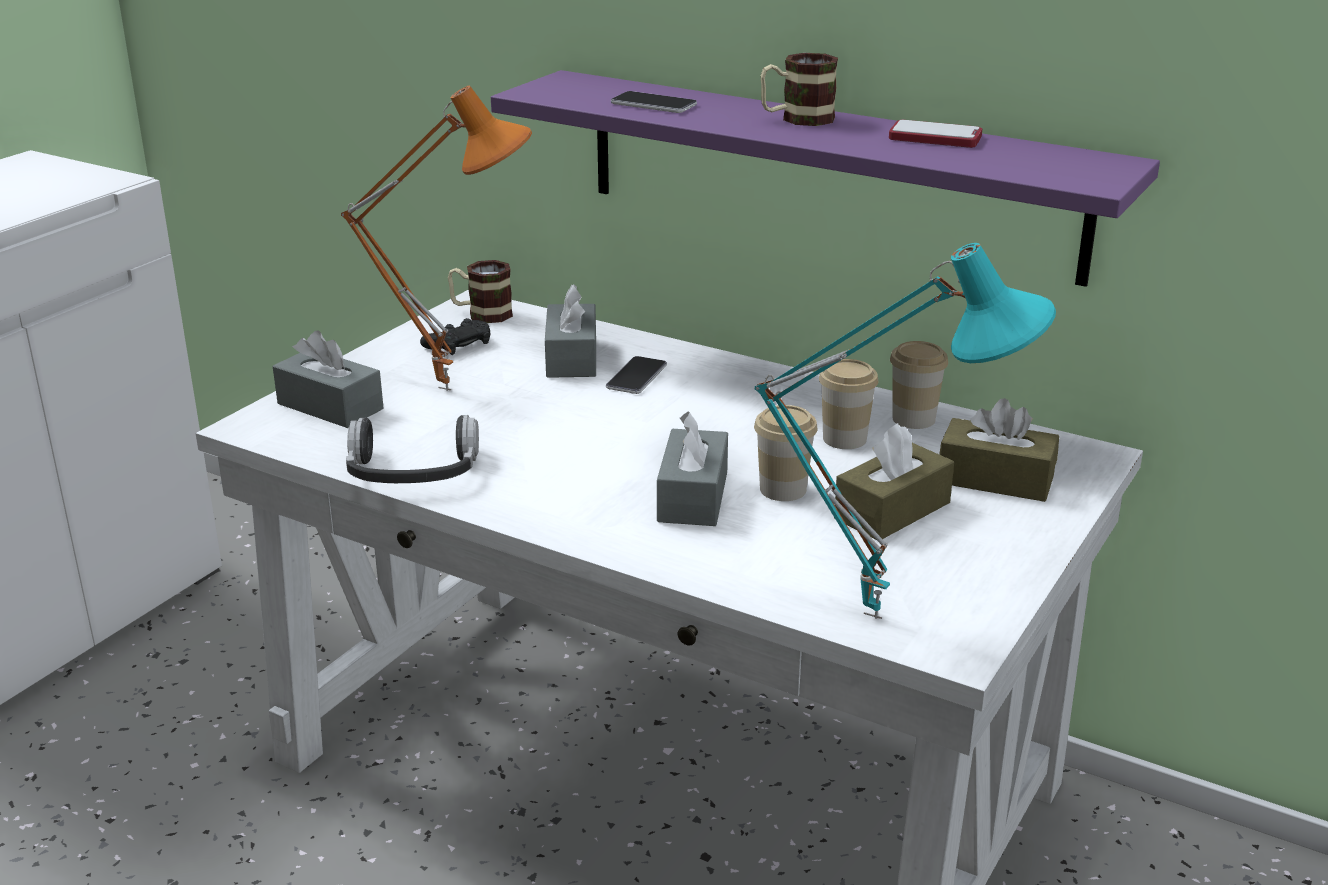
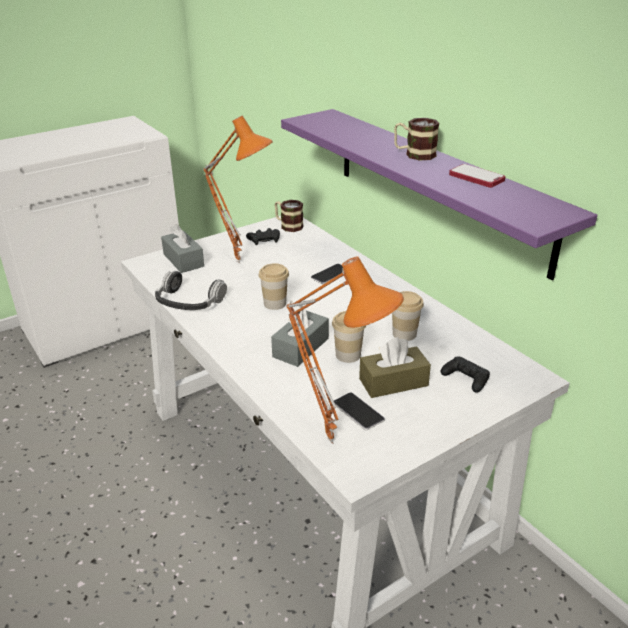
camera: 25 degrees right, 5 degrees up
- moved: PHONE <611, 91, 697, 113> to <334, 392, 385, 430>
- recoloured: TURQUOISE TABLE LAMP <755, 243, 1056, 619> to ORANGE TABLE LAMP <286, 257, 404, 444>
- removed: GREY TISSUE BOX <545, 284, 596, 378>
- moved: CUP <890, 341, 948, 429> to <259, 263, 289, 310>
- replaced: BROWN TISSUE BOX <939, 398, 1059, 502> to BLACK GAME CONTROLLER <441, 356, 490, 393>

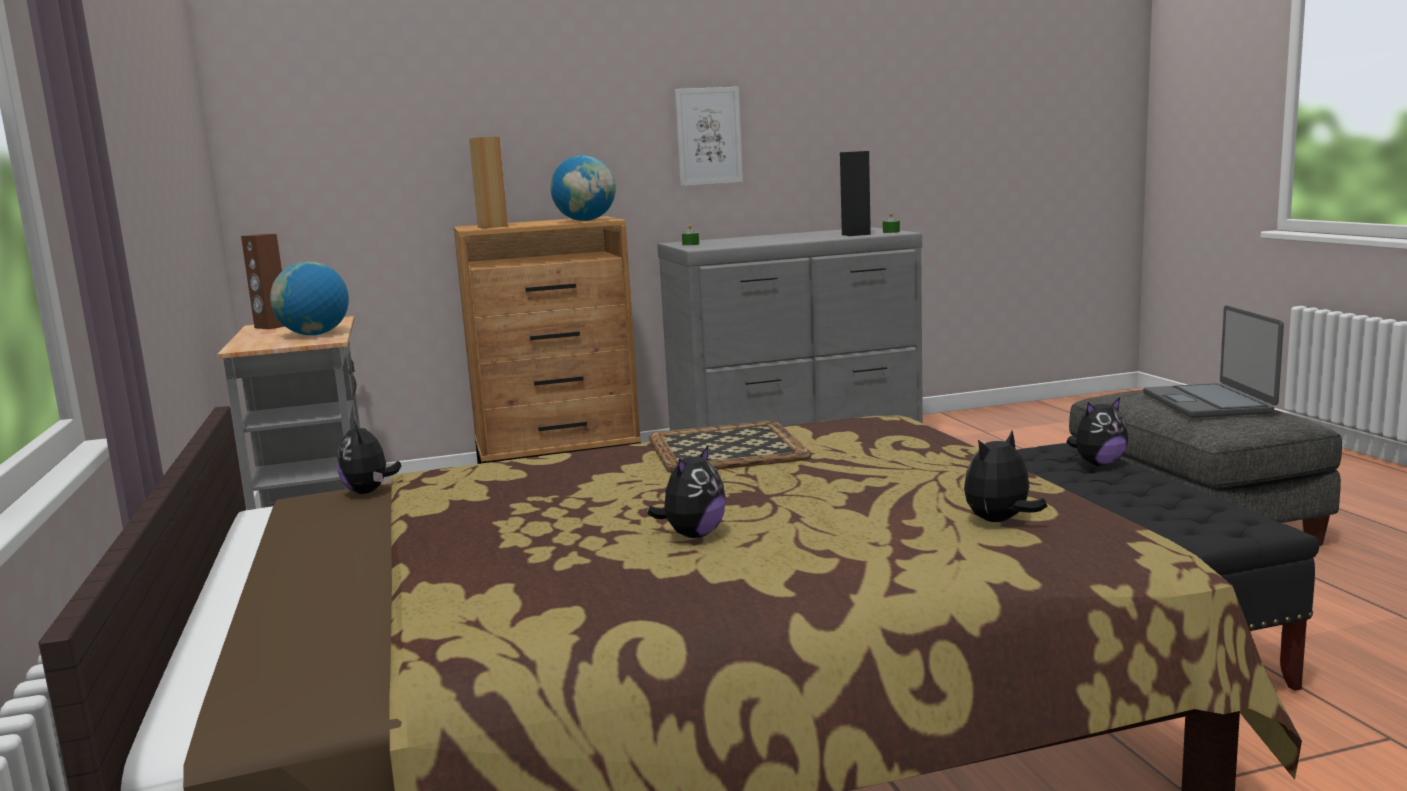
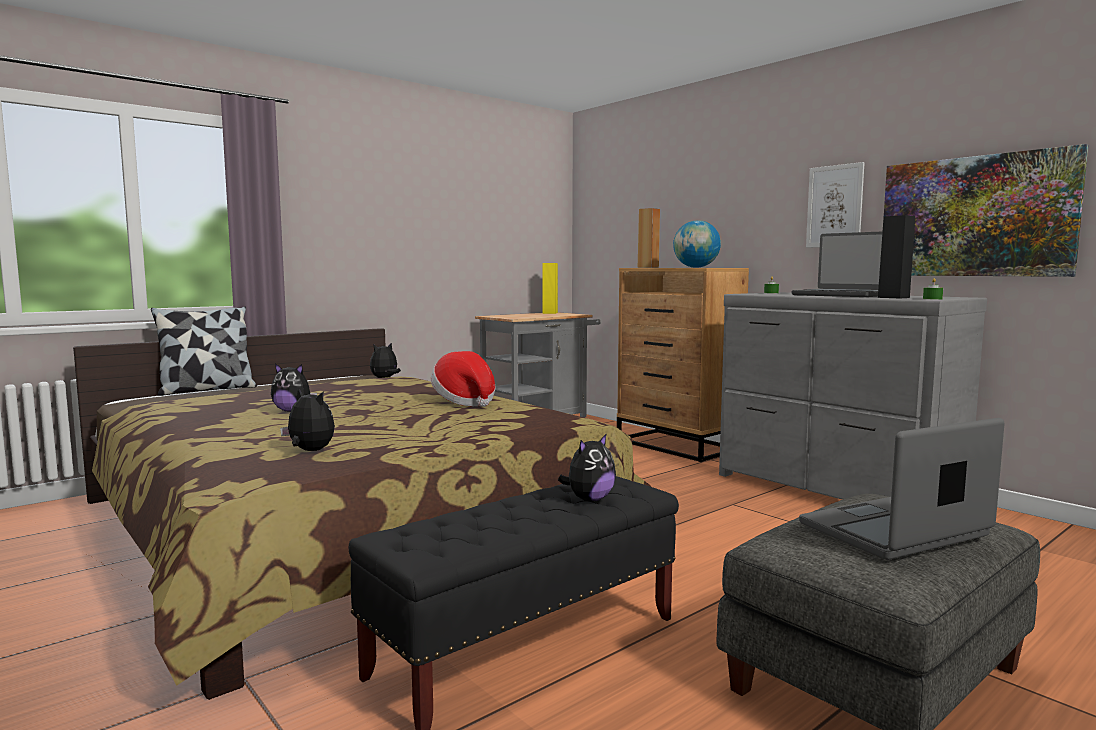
camera: 65 degrees right, 5 degrees down
- recoloured: BROWN SPEAKER <241, 234, 285, 329> to YELLOW SPEAKER <542, 263, 558, 314>
- removed: GLOBE <270, 261, 349, 335>
- turned: PLUSH TOY <1066, 397, 1128, 466> = <558, 433, 616, 502> 90 degrees counterclockwise
- replaced: TRAY <649, 421, 811, 473> to HAT <431, 351, 496, 407>
- added: PICTURE <884, 144, 1089, 277>
- added: LAPTOP <792, 231, 883, 297>
- added: PILLOW <151, 306, 257, 396>

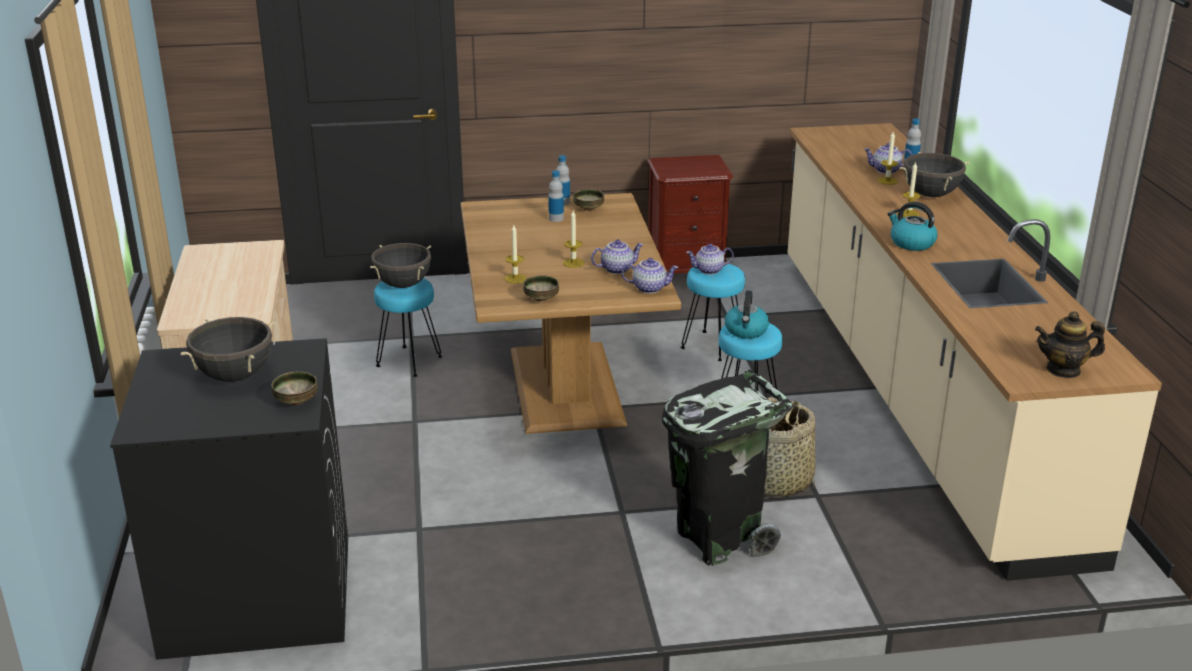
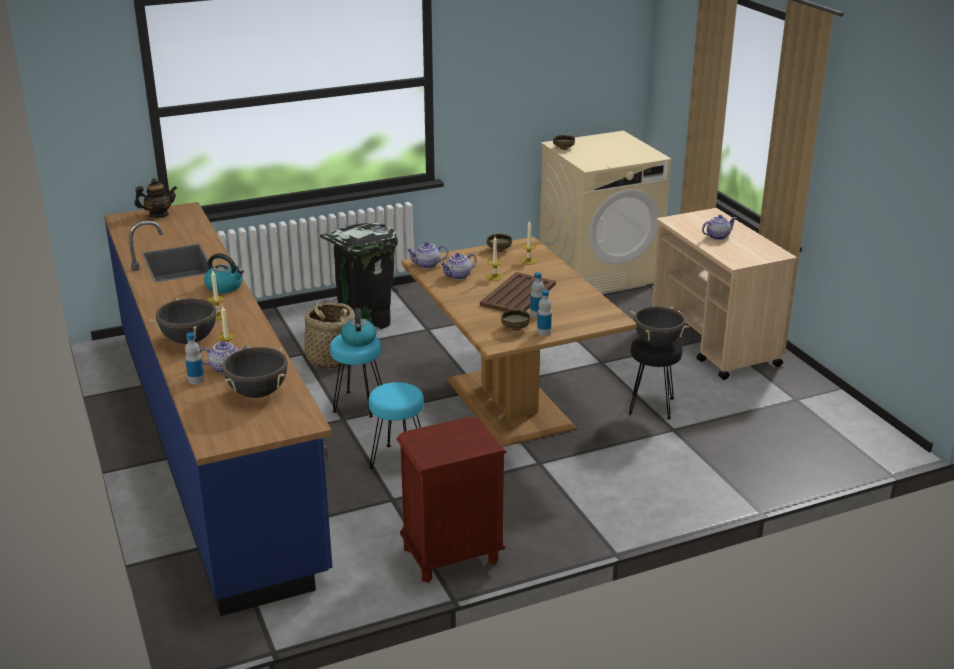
camera: 165 degrees right, 0 degrees up
- recoloured: BEIGE COUNTER <787, 123, 1162, 581> to BLUE COUNTER <104, 202, 332, 616>
- moved: TEAPOT <686, 244, 734, 275> to <702, 215, 736, 240>
- recoloured: TURQUOISE STOOL <374, 278, 442, 377> to BLACK STOOL <628, 336, 682, 419>
- moved: BLACK COOKING POT <180, 317, 276, 382> to <222, 347, 288, 398>
- recoloured: BLACK WASHING MACHINE <110, 338, 348, 660> to BEIGE WASHING MACHINE <539, 131, 671, 293>
- added: BROWN TRAY <480, 272, 556, 312>

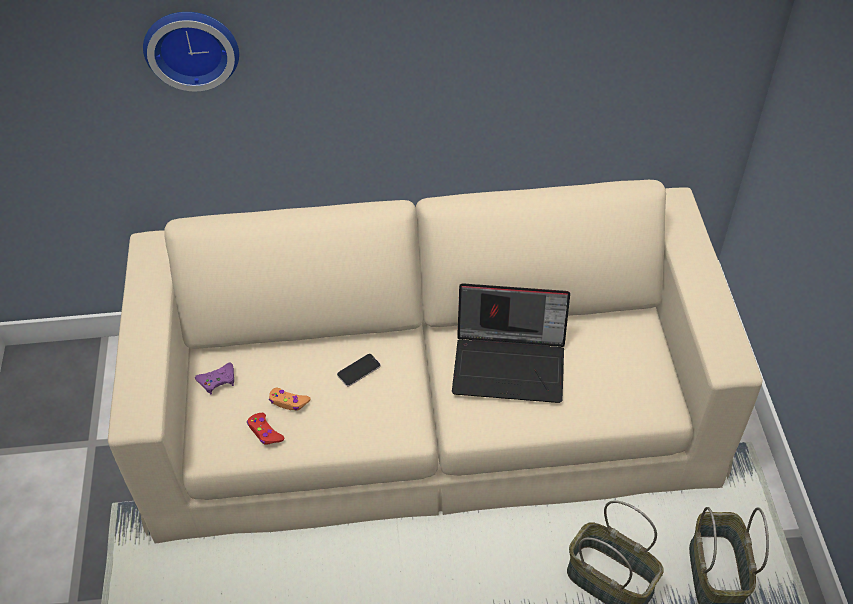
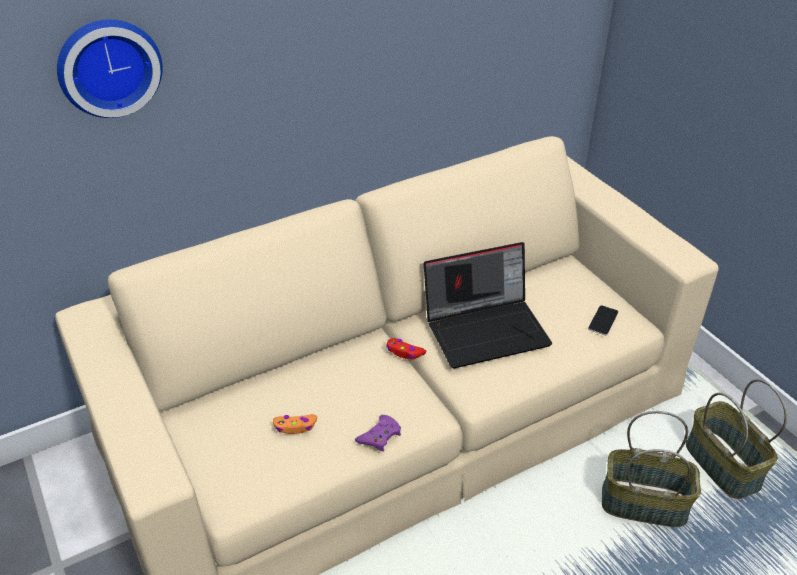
camera: 25 degrees left, 10 degrees down
- moved: PHONE <337, 354, 381, 387> to <588, 305, 618, 335>
- moved: PURPLE GAME CONTROLLER <195, 362, 234, 395> to <355, 415, 401, 452>
- moved: RED GAME CONTROLLER <247, 413, 284, 445> to <386, 338, 426, 360>

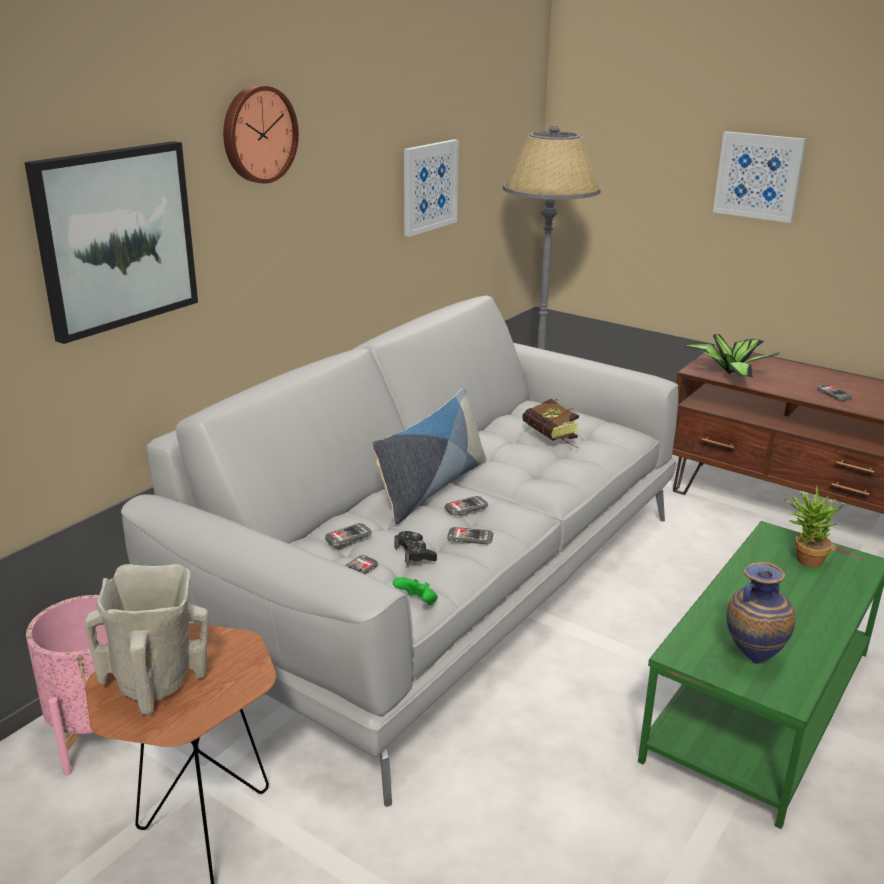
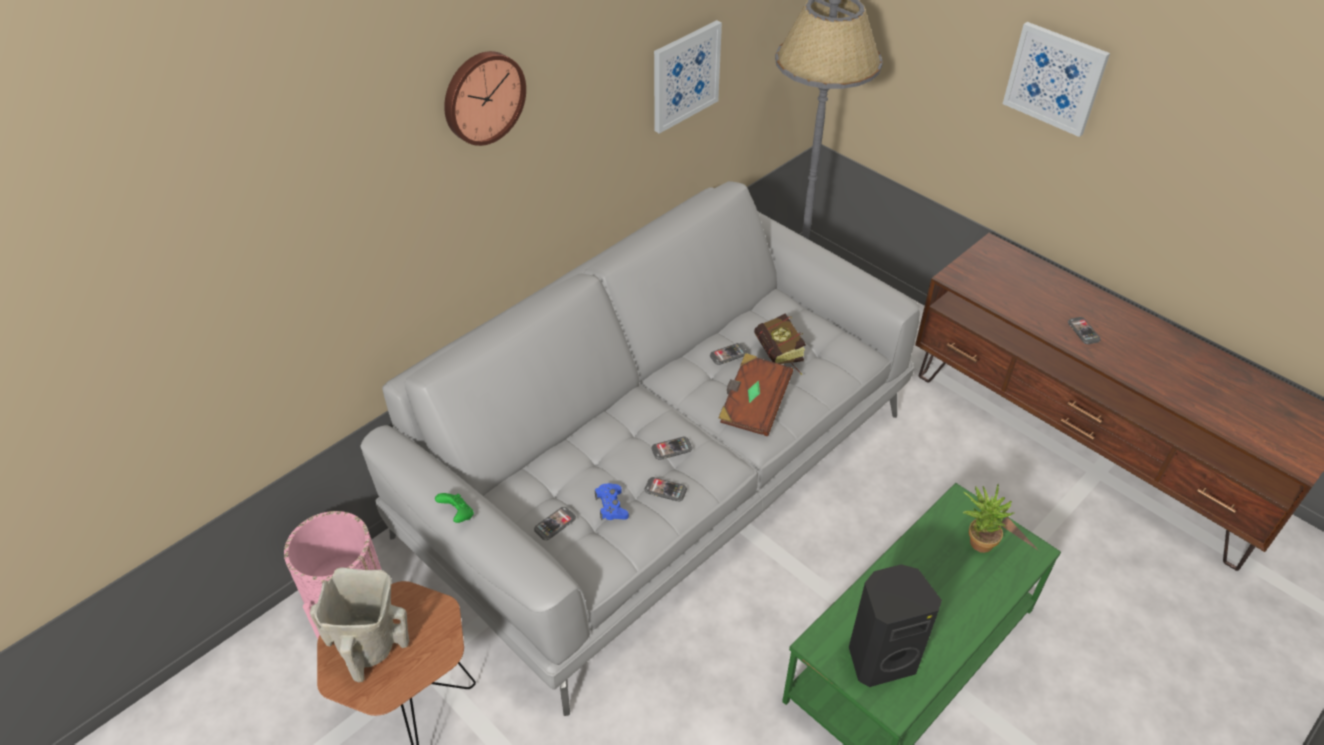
camera: 10 degrees right, 20 degrees up
- removed: PICTURE <25, 141, 198, 344>
- removed: POTTED PLANT <684, 334, 780, 377>
- removed: PILLOW <372, 388, 487, 524>
- moved: PHONE <325, 523, 372, 547> to <710, 343, 747, 365>
- recoloured: BLACK GAME CONTROLLER <394, 531, 437, 564> to BLUE GAME CONTROLLER <595, 483, 629, 521>
- replaced: VASE <726, 562, 796, 664> to BLACK SPEAKER <849, 564, 942, 687>
- moved: GREEN GAME CONTROLLER <393, 577, 438, 605> to <435, 493, 474, 523>
- added: BROWN BOOK <718, 353, 793, 436>

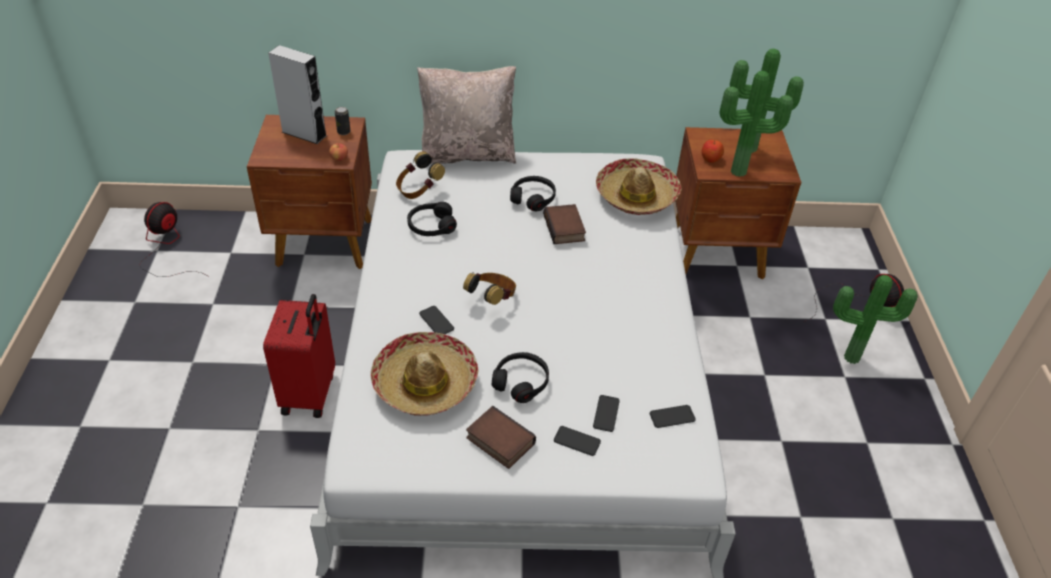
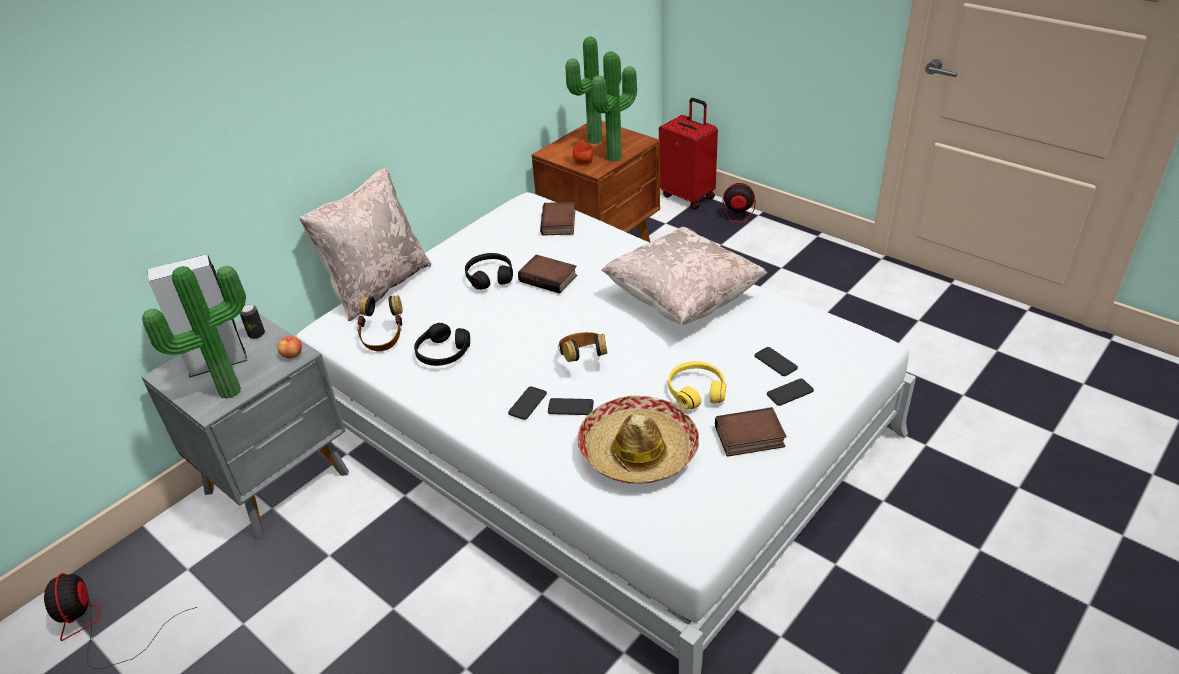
camera: 45 degrees left, 5 degrees down
- recoloured: BROWN NIGHTSTAND <247, 115, 372, 269> to GREY NIGHTSTAND <142, 314, 349, 539>
- replaced: HAT <596, 158, 682, 215> to BOOK <540, 202, 575, 236>
- moved: POTTED PLANT <833, 275, 918, 364> to <142, 266, 246, 399>
- moved: RED SUITCASE <263, 294, 335, 418> to <659, 98, 718, 209>
- recoloured: BLACK HEADPHONES <492, 352, 549, 403> to YELLOW HEADPHONES <668, 361, 726, 409>
- moved: PHONE <650, 405, 696, 428> to <508, 386, 547, 420>
- added: BEIGE PILLOW <601, 227, 767, 325>

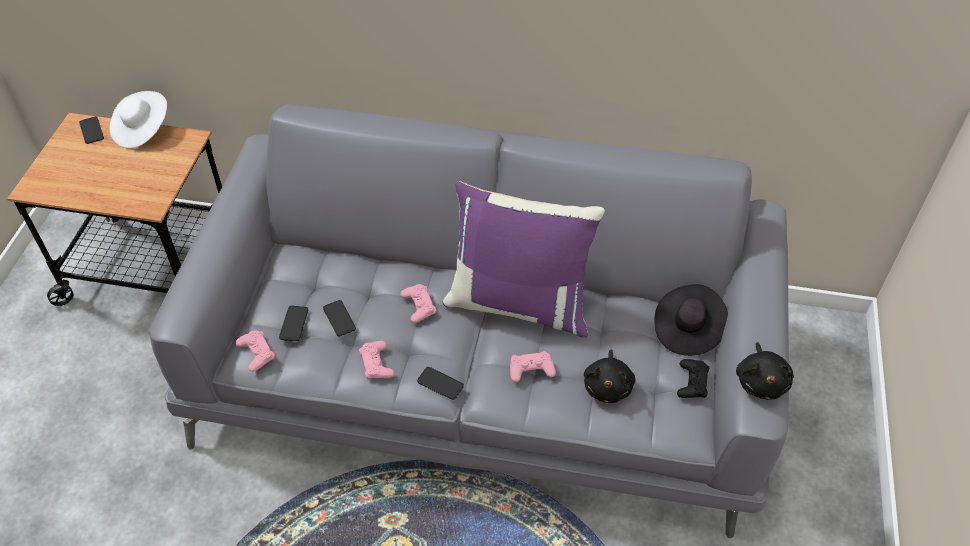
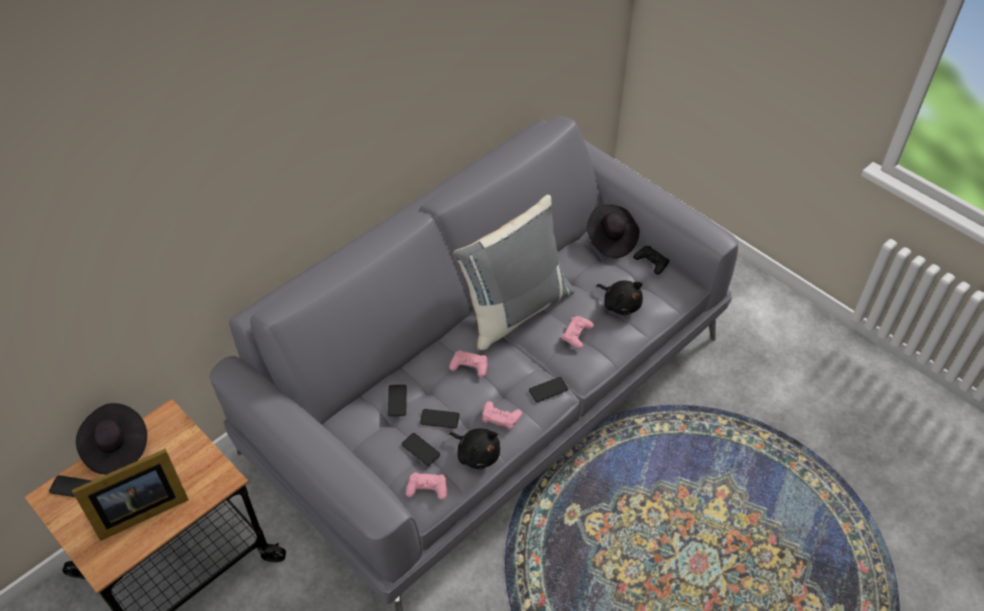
camera: 55 degrees left, 0 degrees up
- recoloured: WHITE HAT <110, 91, 167, 148> to BLACK HAT <76, 403, 147, 475>
- recoloured: PURPLE PILLOW <443, 181, 605, 338> to GREY PILLOW <453, 195, 575, 352>
- moved: BLACK PLUSH TOY <736, 342, 794, 400> to <449, 428, 500, 469>
- added: PHONE <388, 384, 407, 416>
- added: PICTURE FRAME <72, 449, 189, 541>

